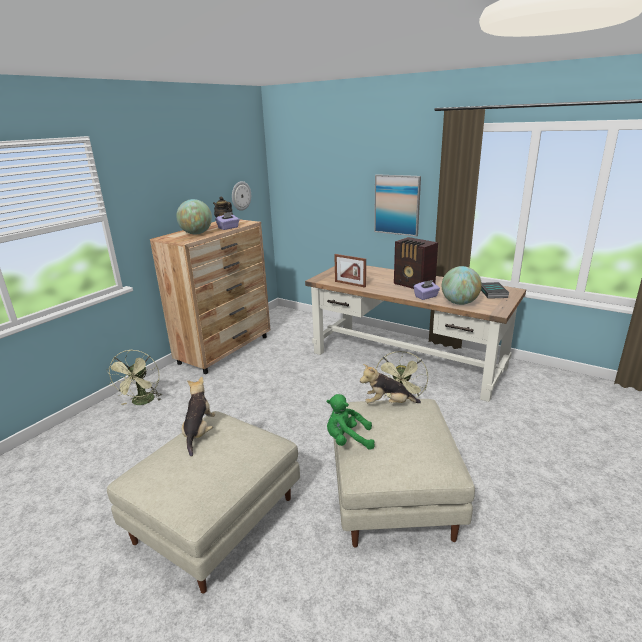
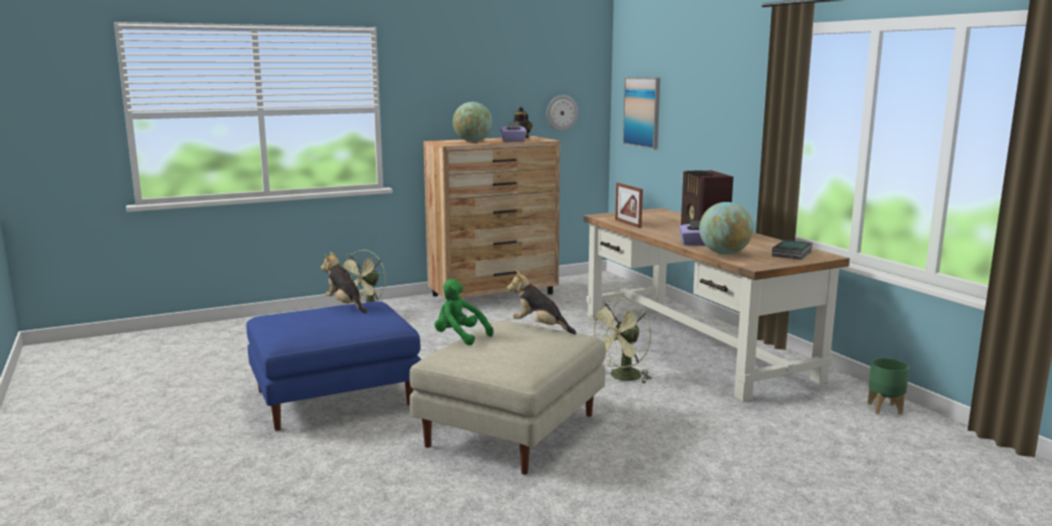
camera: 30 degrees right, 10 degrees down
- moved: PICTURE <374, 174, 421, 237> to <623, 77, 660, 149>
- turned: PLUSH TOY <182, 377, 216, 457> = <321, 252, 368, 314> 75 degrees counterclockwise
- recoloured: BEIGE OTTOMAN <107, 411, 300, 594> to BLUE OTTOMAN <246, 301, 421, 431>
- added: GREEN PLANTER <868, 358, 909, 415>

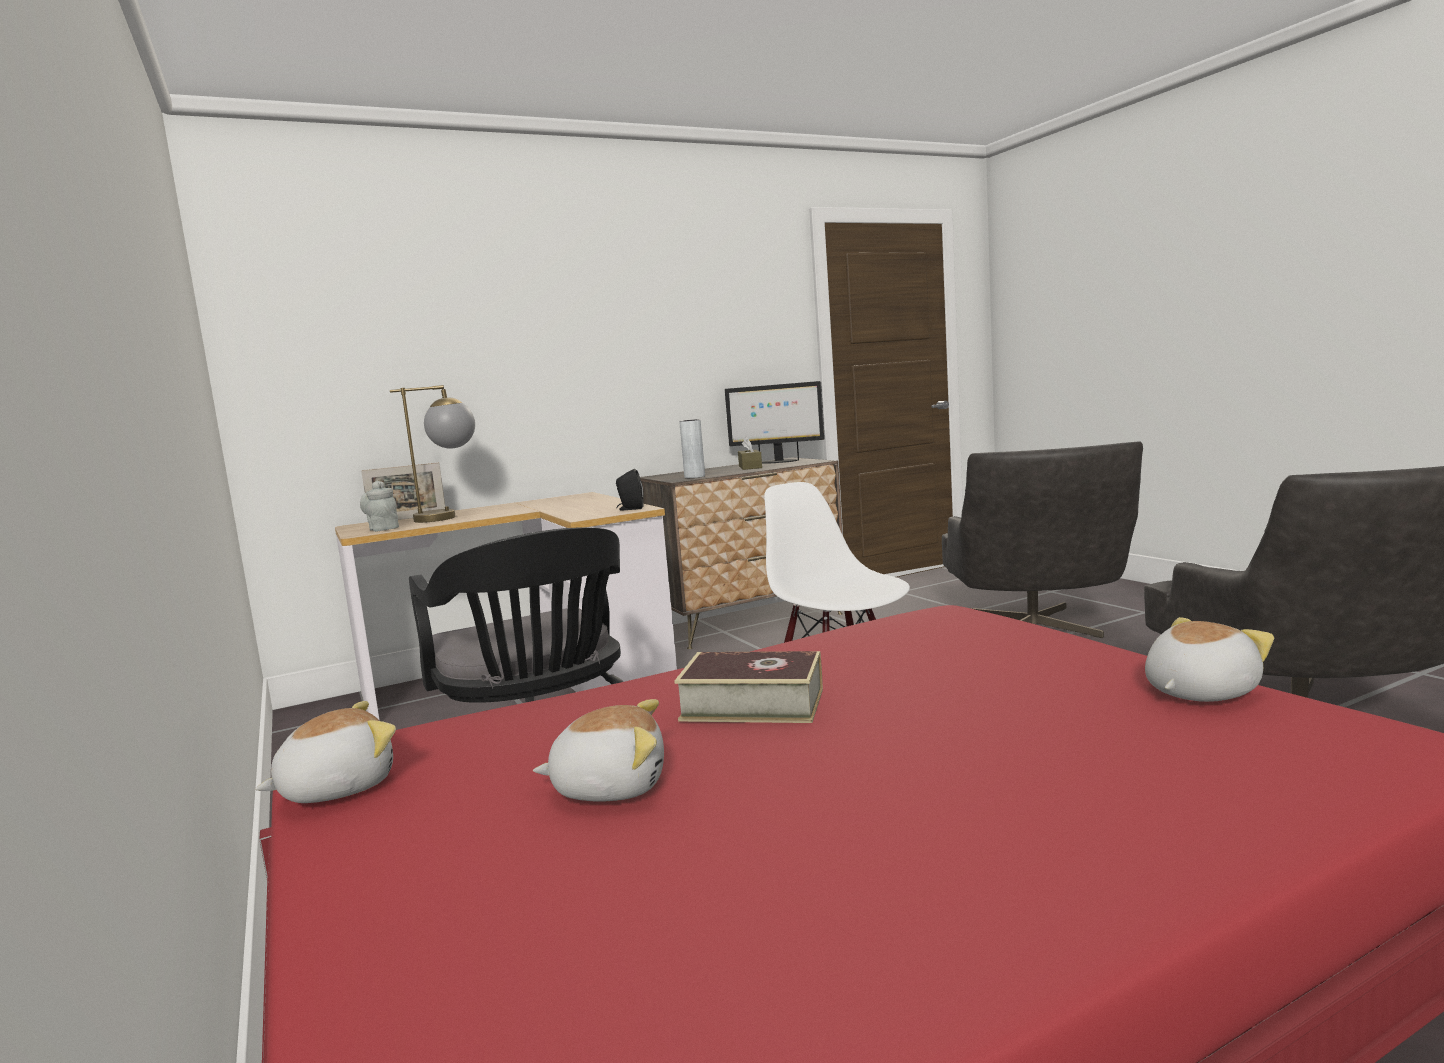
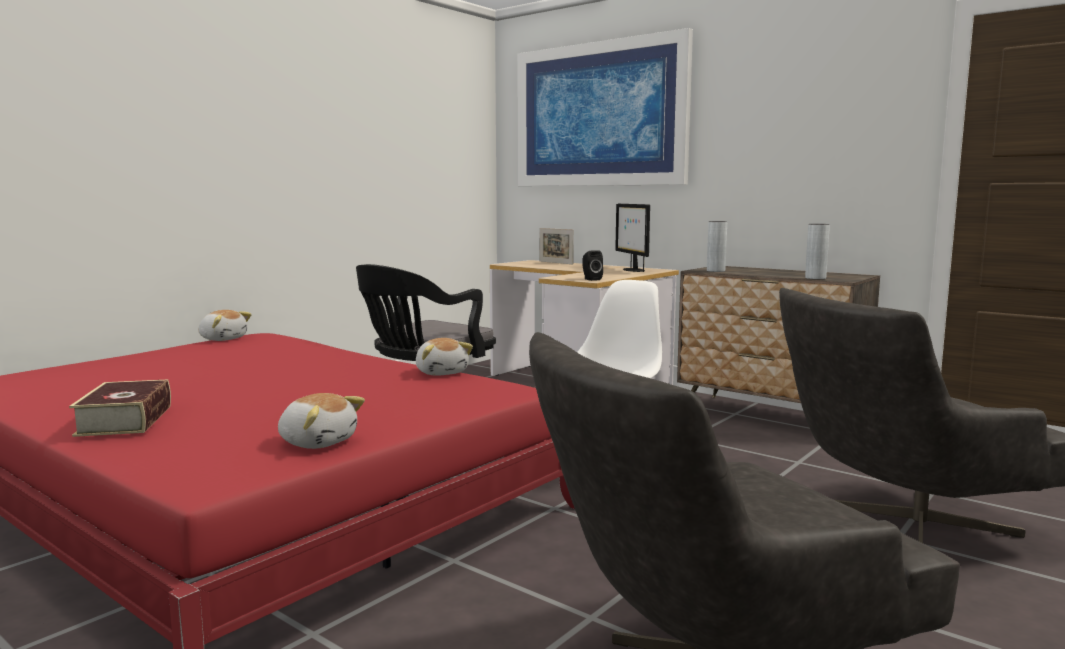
camera: 65 degrees right, 0 degrees up
- moved: MONITOR <725, 381, 825, 464> to <615, 204, 650, 272>
- removed: TABLE LAMP <390, 385, 475, 523>
- removed: BROWN TISSUE BOX <738, 436, 762, 470>
- removed: GREY TEAPOT <360, 481, 399, 532>
- moved: BOOK <674, 651, 823, 723> to <69, 379, 171, 437>
- moved: PLUSH TOY <533, 699, 664, 802> to <416, 338, 473, 376>
- added: PICTURE <517, 28, 693, 186>
- added: GREY VASE <805, 224, 830, 279>

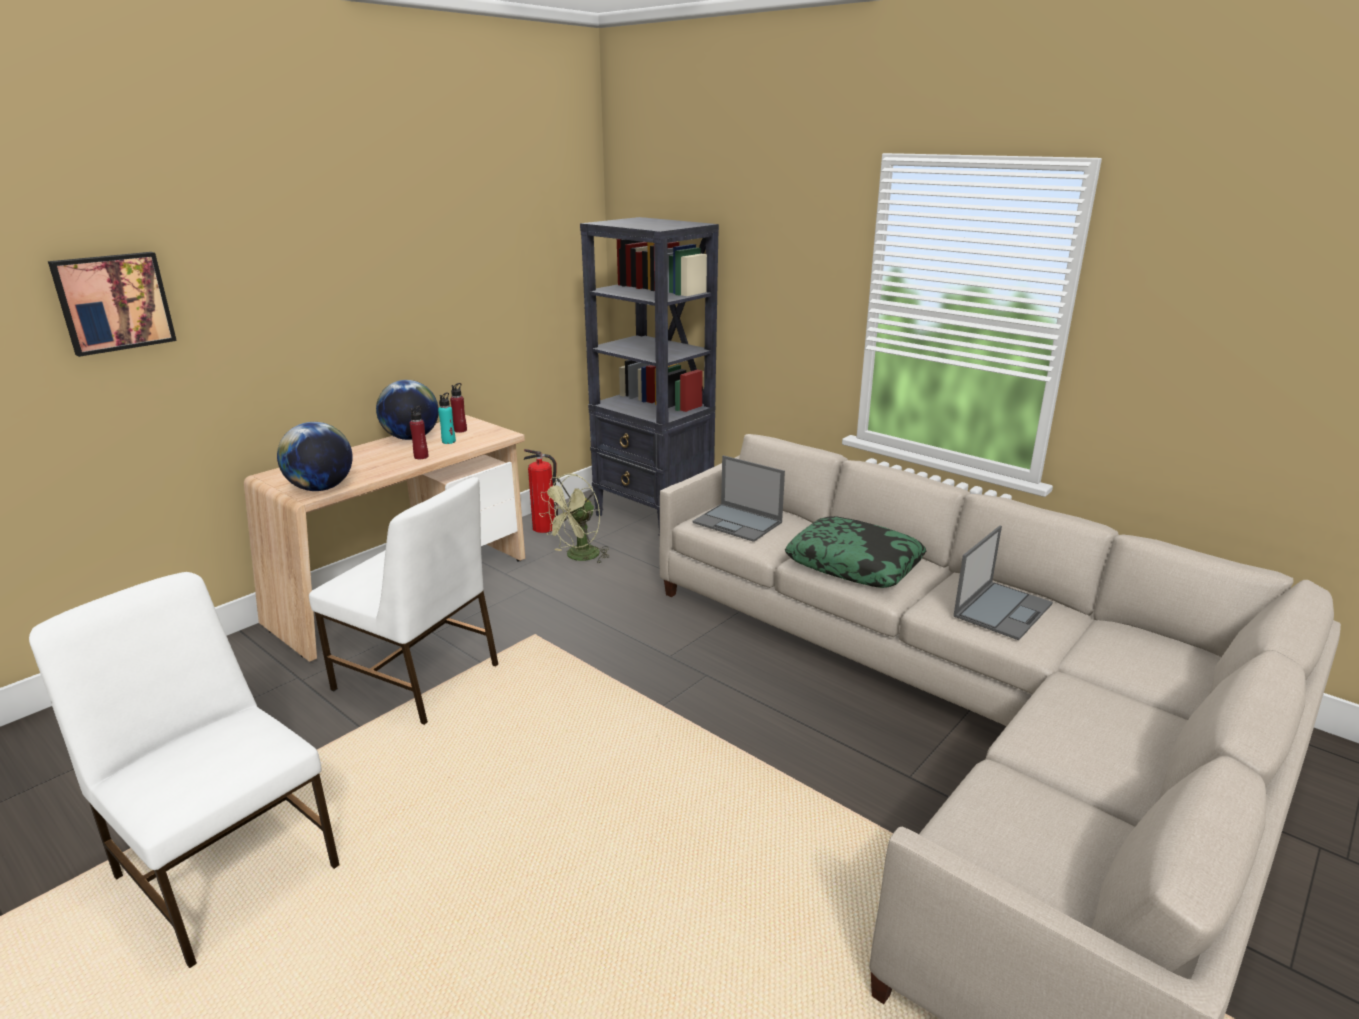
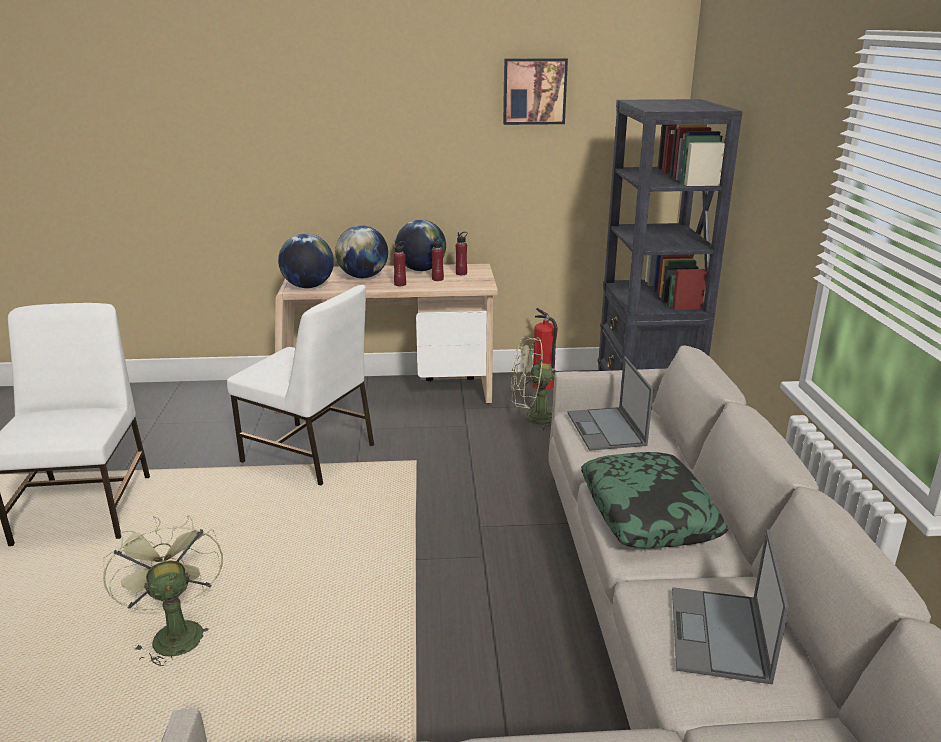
camera: 45 degrees right, 0 degrees up
- moved: PICTURE <48, 252, 177, 357> to <503, 58, 568, 125>
- recoloured: TURQUOISE BOTTLE <438, 393, 456, 444> to RED BOTTLE <431, 236, 444, 281>
- turned: WHITE CHAIR <309, 477, 498, 725> = <227, 285, 374, 485> 45 degrees counterclockwise
- turned: LAPTOP <953, 526, 1053, 640> = <672, 529, 789, 684> 105 degrees clockwise
- added: GLOBE <335, 225, 388, 278>
- added: GREEN FAN <103, 515, 223, 667>

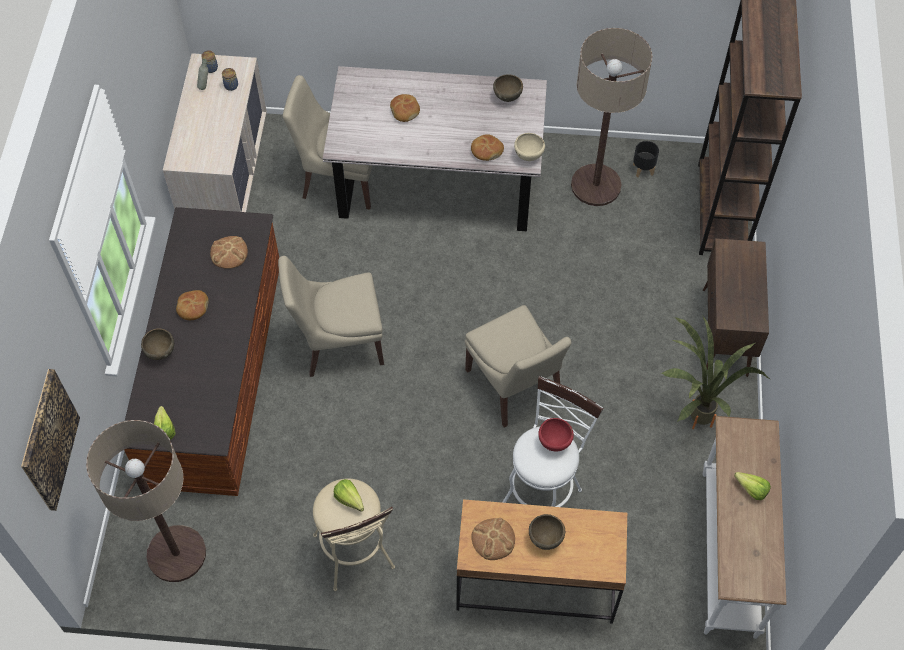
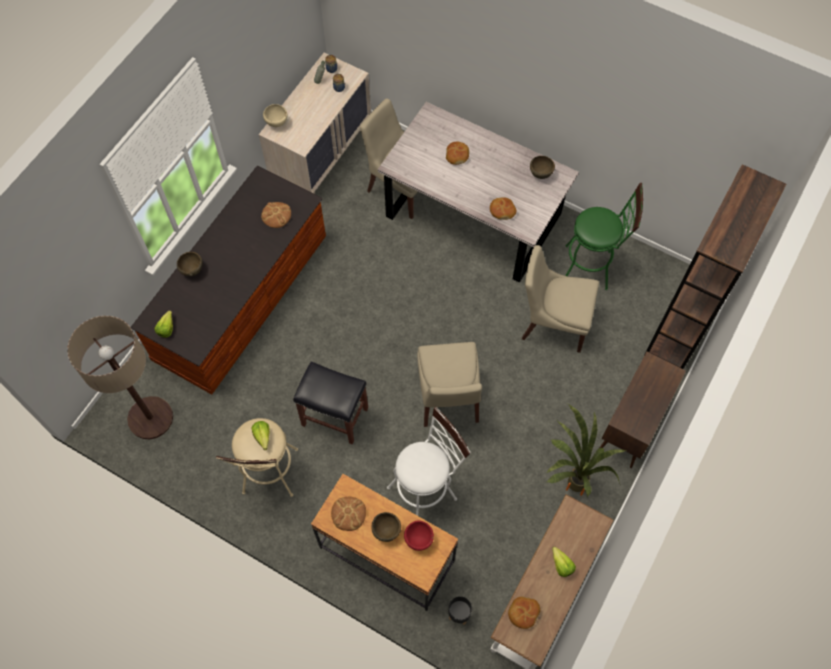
camera: 25 degrees right, 5 degrees up
- replaced: FLOOR LAMP <571, 28, 652, 206> to GREEN STOOL <566, 183, 643, 290>
- moved: BEIGE BOWL <514, 133, 545, 161> to <263, 104, 287, 127>
- moved: BLACK PLANTER <633, 141, 659, 177> to <448, 596, 472, 625>
- moved: BEIGE CHAIR <278, 256, 384, 377> to <522, 245, 599, 353>
- moved: BREAD <176, 290, 209, 320> to <508, 597, 540, 629>
- removed: PICTURE <21, 369, 80, 511>
- moved: RED BOWL <538, 418, 574, 452> to <404, 521, 434, 551>
- added: BLACK STOOL <293, 362, 368, 445>

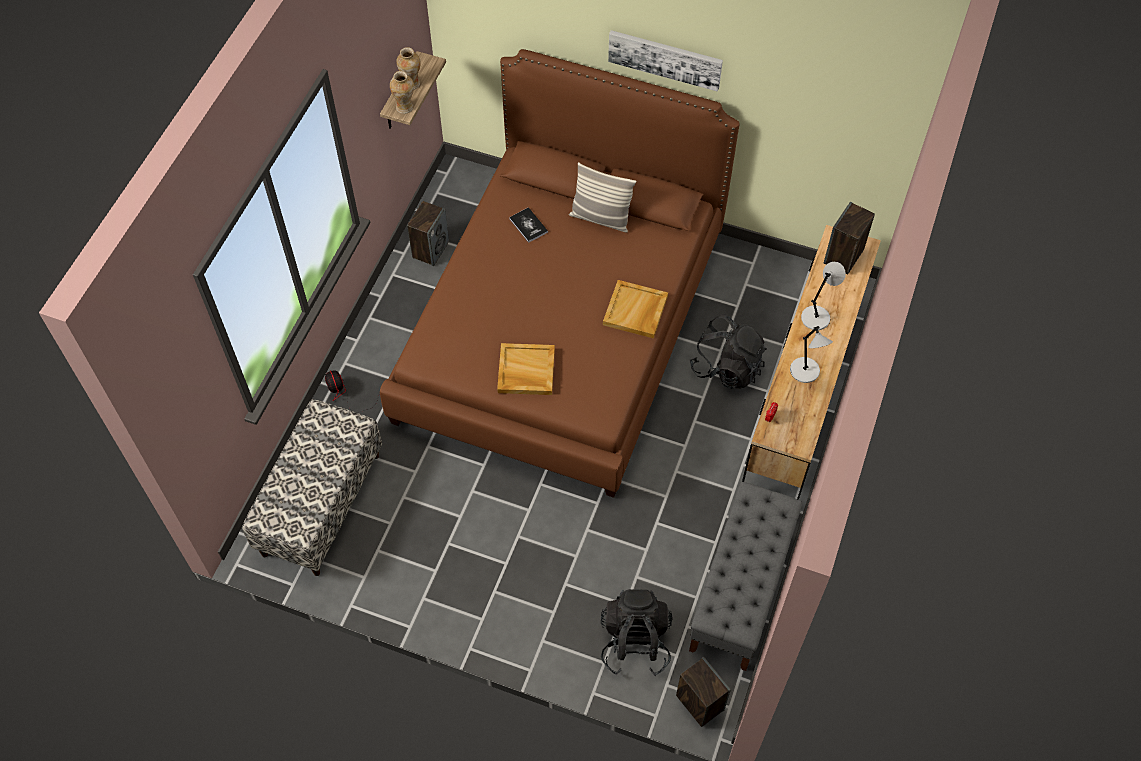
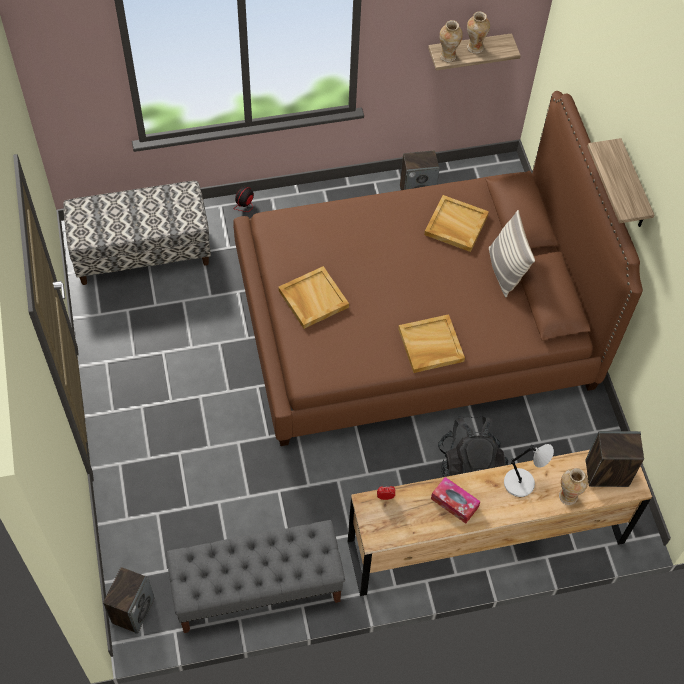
camera: 55 degrees right, 0 degrees up
- replaced: PICTURE <608, 30, 723, 92> to SHELF <587, 138, 654, 227>
- replaced: BOOK <509, 207, 548, 243> to BEIGE TRAY <424, 195, 489, 252>
- replaced: GREY TABLE LAMP <790, 326, 833, 383> to TISSUE BOX <431, 477, 481, 524>
- removed: BLACK BACKPACK <601, 589, 673, 676>
- added: VASE <559, 468, 588, 505>

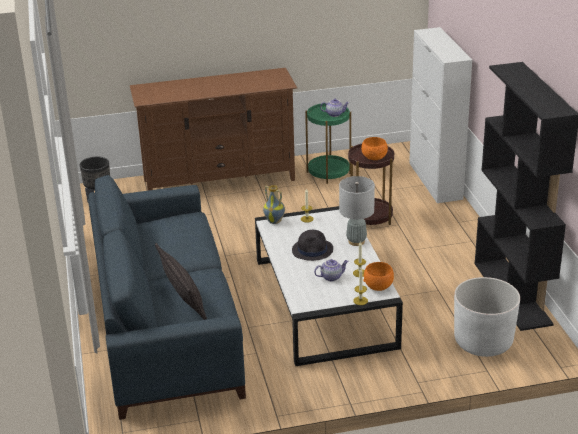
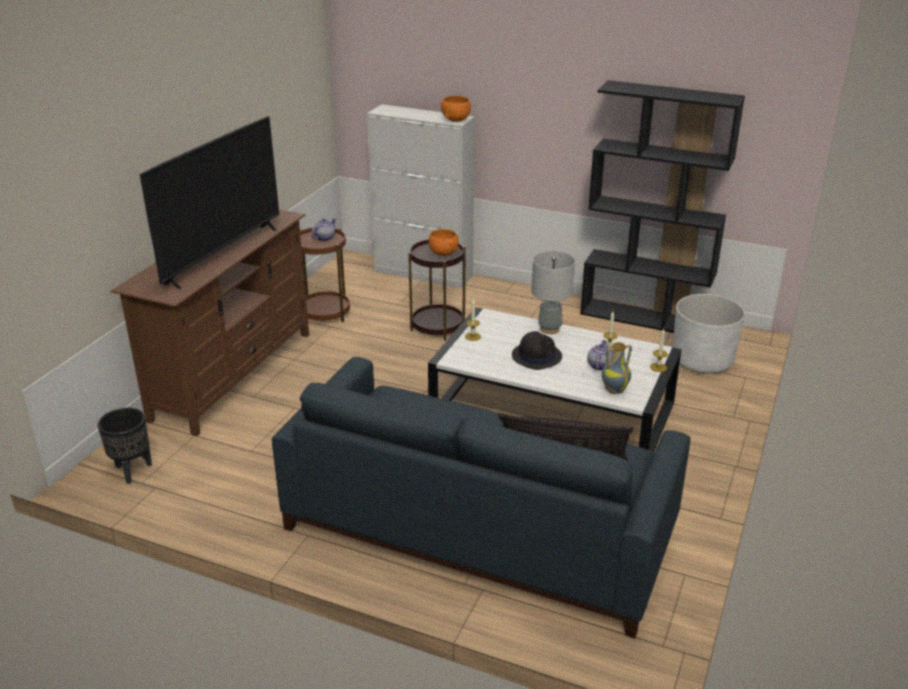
camera: 55 degrees left, 0 degrees up
- recoloured: GREEN SIDE TABLE <305, 103, 351, 184> to BROWN SIDE TABLE <300, 228, 350, 322>
- moved: VASE <263, 185, 285, 224> to <602, 342, 632, 394>
- moved: ORANGE BOWL <363, 262, 394, 291> to <440, 96, 471, 122>
- added: TELEVISION <140, 116, 279, 289>

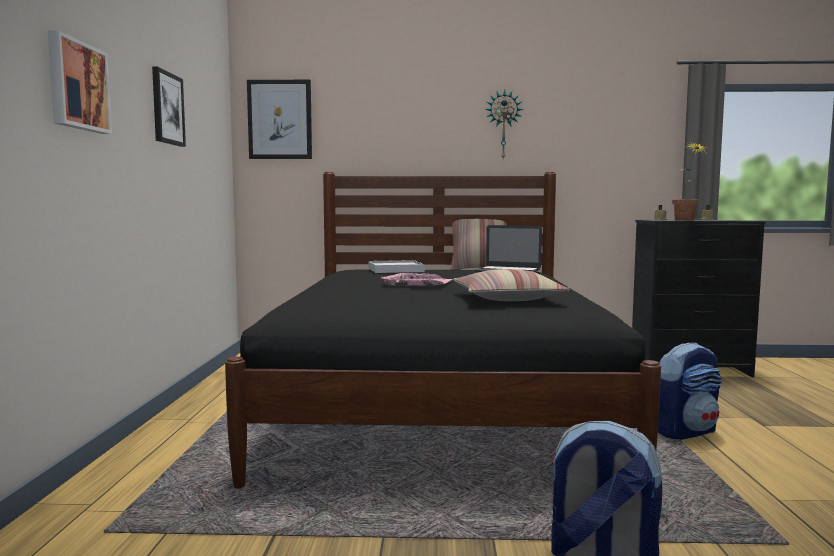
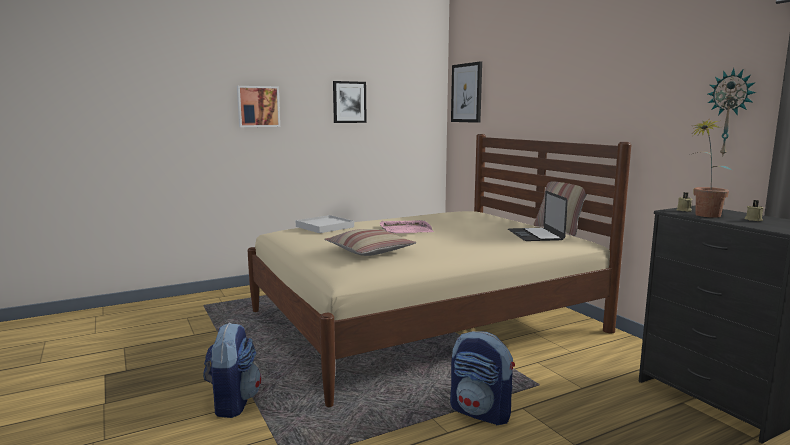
camera: 60 degrees right, 5 degrees up
- moved: WALL CLOCK <485, 90, 523, 160> to <708, 68, 756, 157>
- recoloured: BLACK BED <225, 172, 661, 488> to BEIGE BED <248, 134, 632, 407>
- moved: WHITE TRAY <368, 260, 425, 273> to <296, 215, 354, 233>

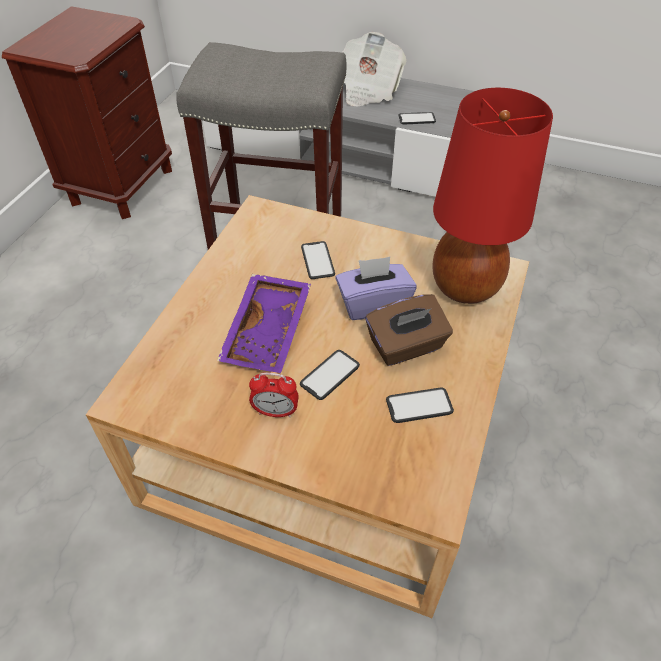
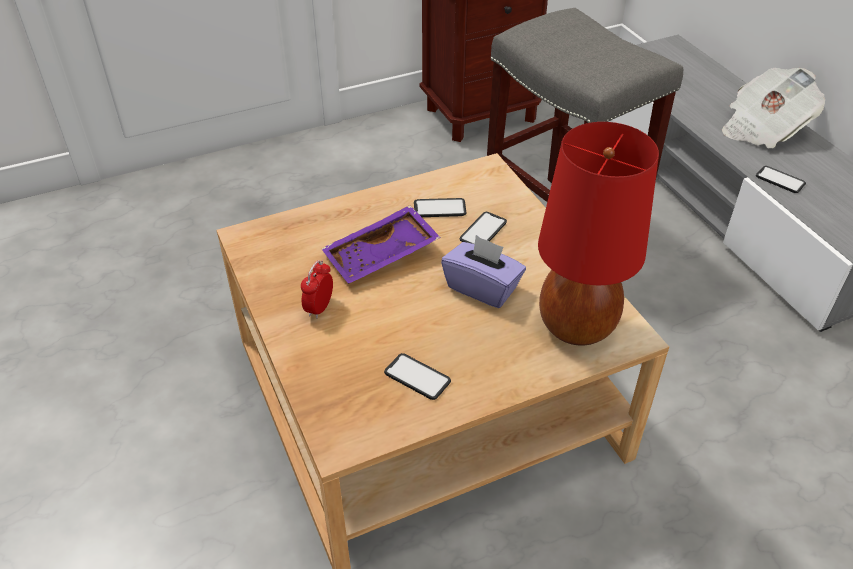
camera: 45 degrees right, 5 degrees down
- removed: BROWN TISSUE BOX <365, 294, 453, 366>
- moved: PHONE <300, 350, 360, 400> to <414, 198, 466, 217>
- turned: ALARM CLOCK <249, 372, 299, 417> = <301, 260, 333, 319> 60 degrees clockwise

